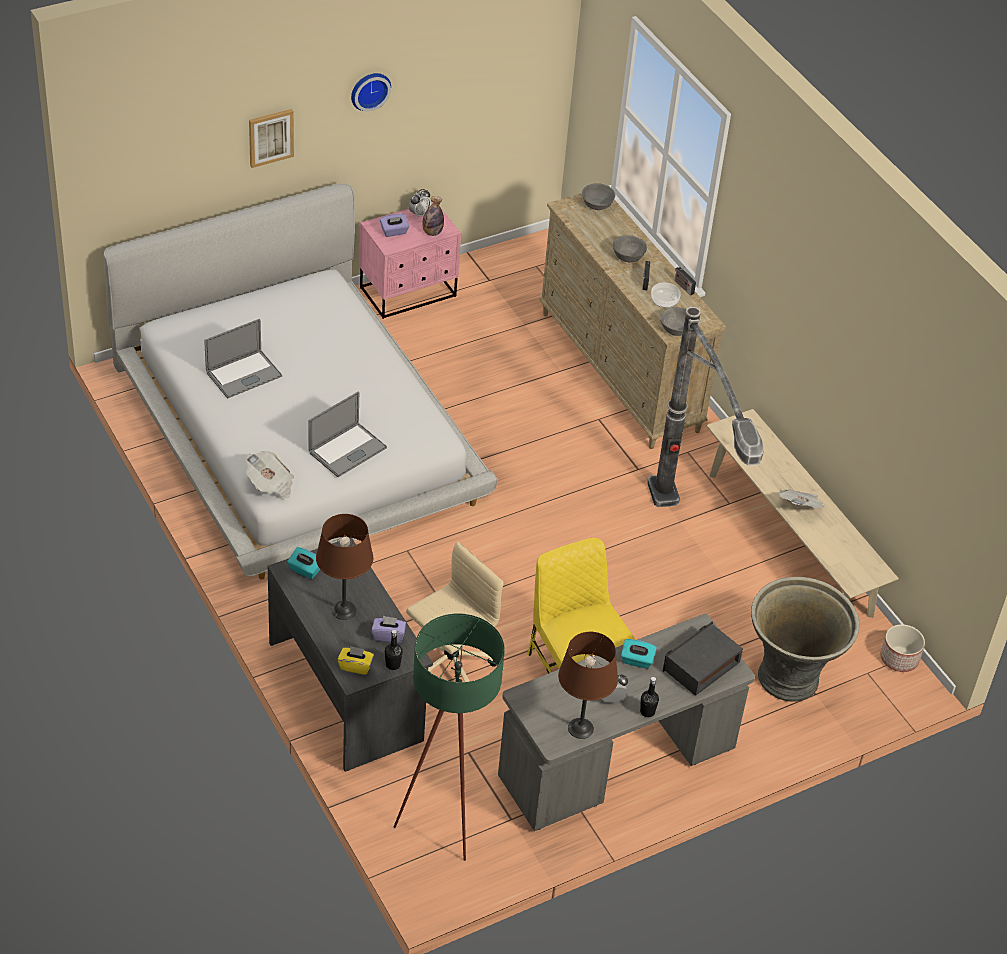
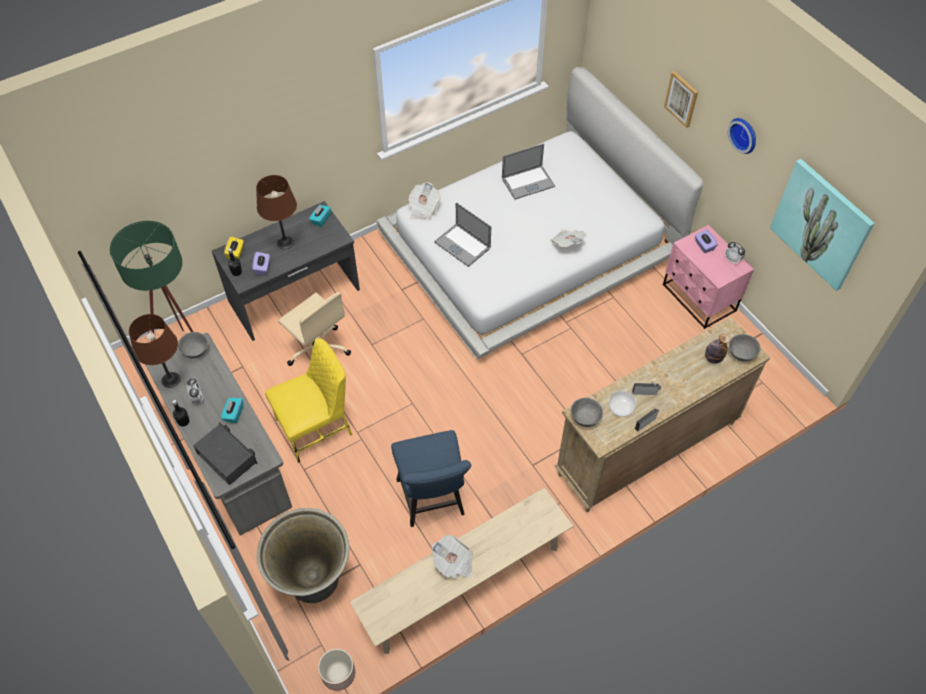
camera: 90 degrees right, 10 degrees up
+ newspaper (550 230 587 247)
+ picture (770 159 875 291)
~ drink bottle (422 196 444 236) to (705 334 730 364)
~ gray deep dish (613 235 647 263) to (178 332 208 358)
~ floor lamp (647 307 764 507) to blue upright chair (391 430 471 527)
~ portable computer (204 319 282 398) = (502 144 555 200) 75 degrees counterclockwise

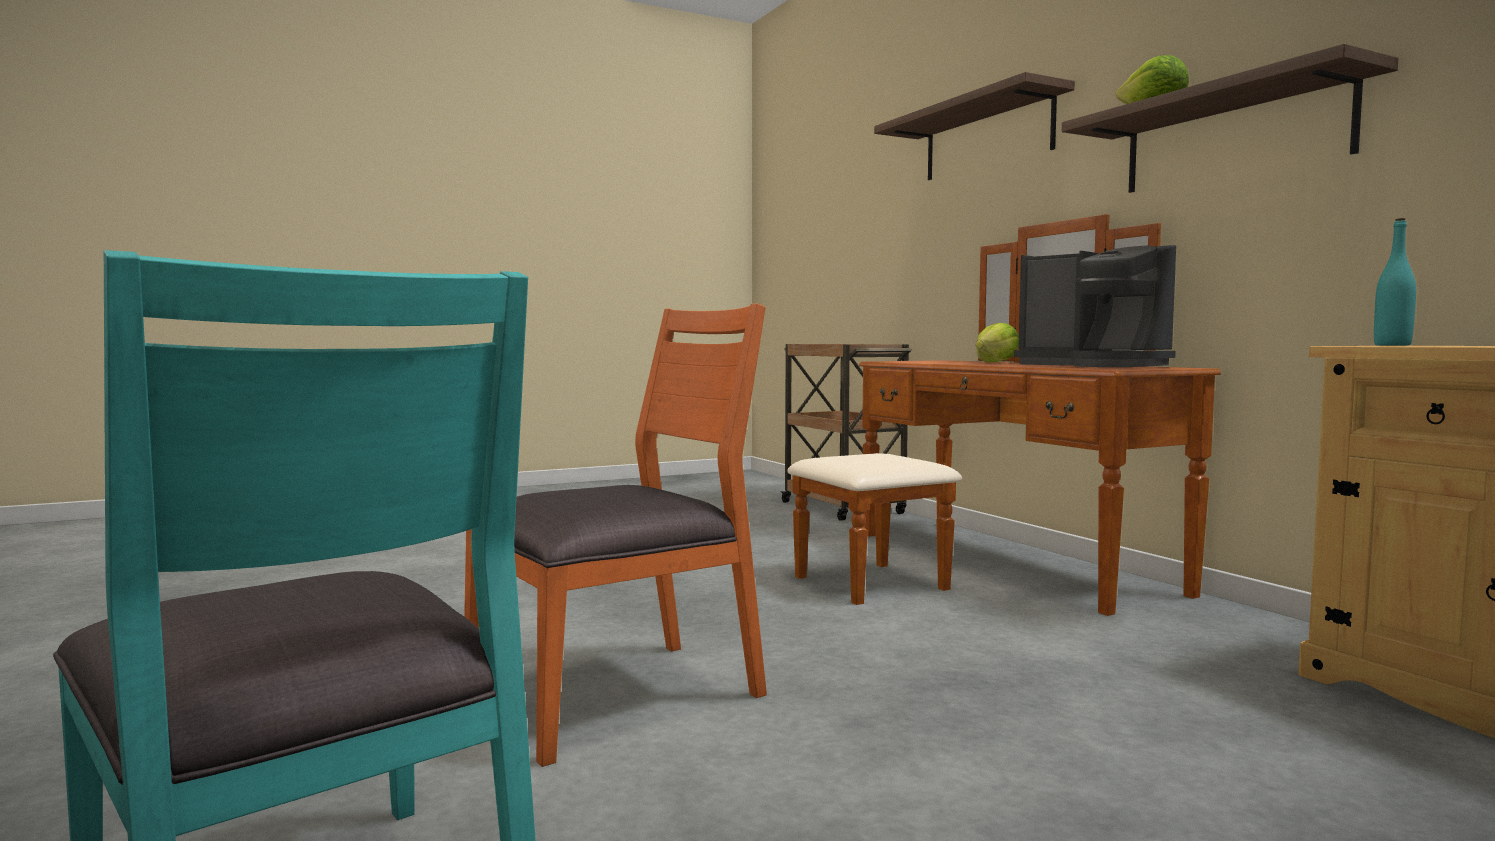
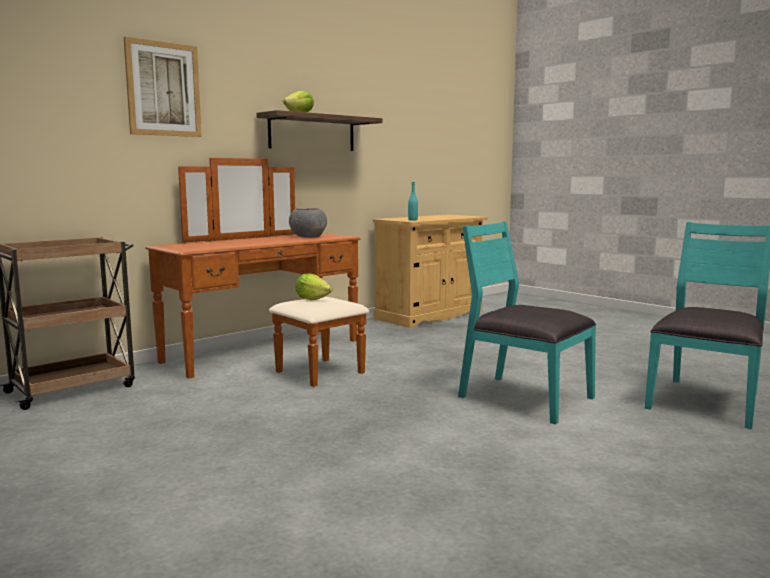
camera: 105 degrees left, 5 degrees up
~ lettuce head (976 323 1019 363) to (295 273 333 300)
~ bracket shelf (874 72 1075 180) to picture (124 37 202 137)
~ coffee machine (1014 245 1176 367) to gray deep dish (289 208 327 238)
~ orangey upright chair (464 304 767 767) to blue-green upright chair (458 221 596 424)

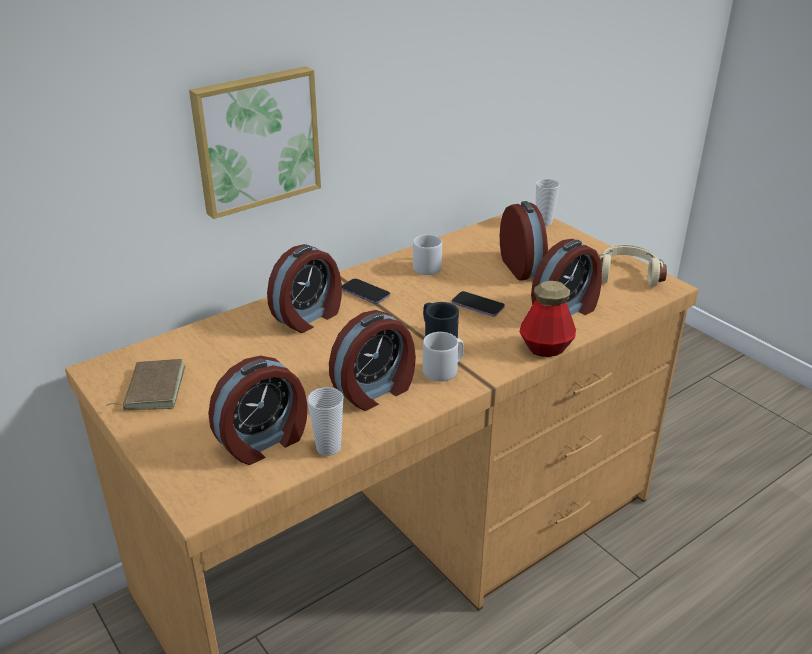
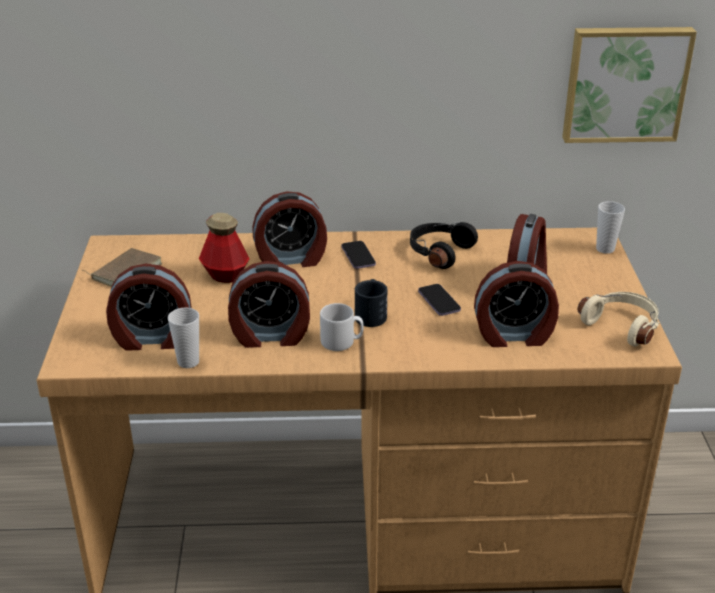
camera: 35 degrees right, 0 degrees up
~ picture (189 66 321 219) to (562 27 697 143)
~ drink bottle (519 281 576 357) to (199 213 250 283)
~ gray tea mug (413 235 442 275) to black headset (410 222 478 269)

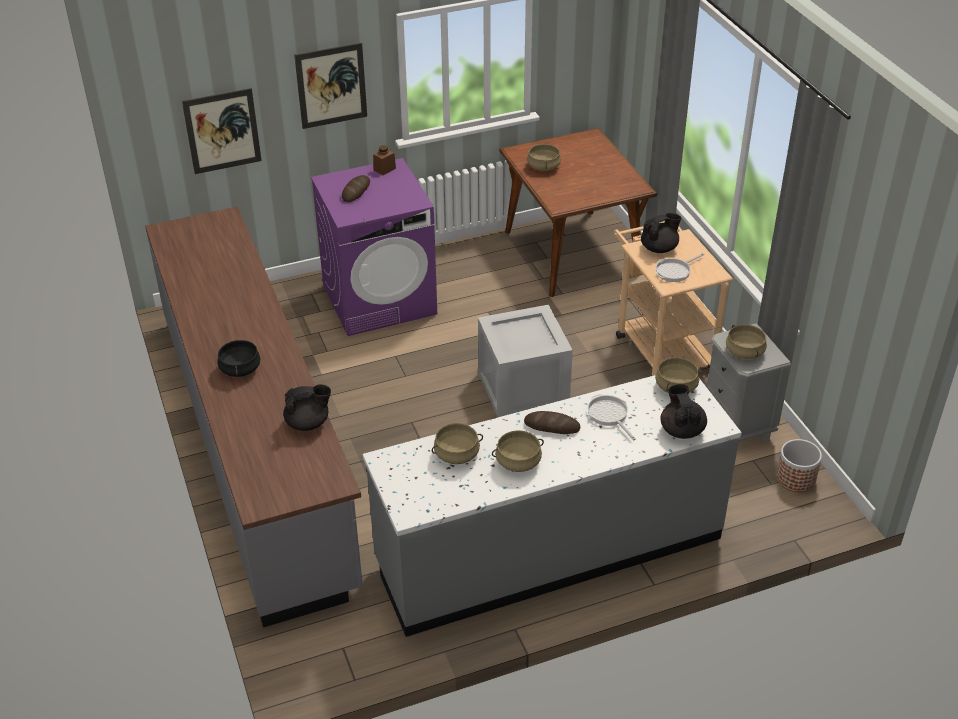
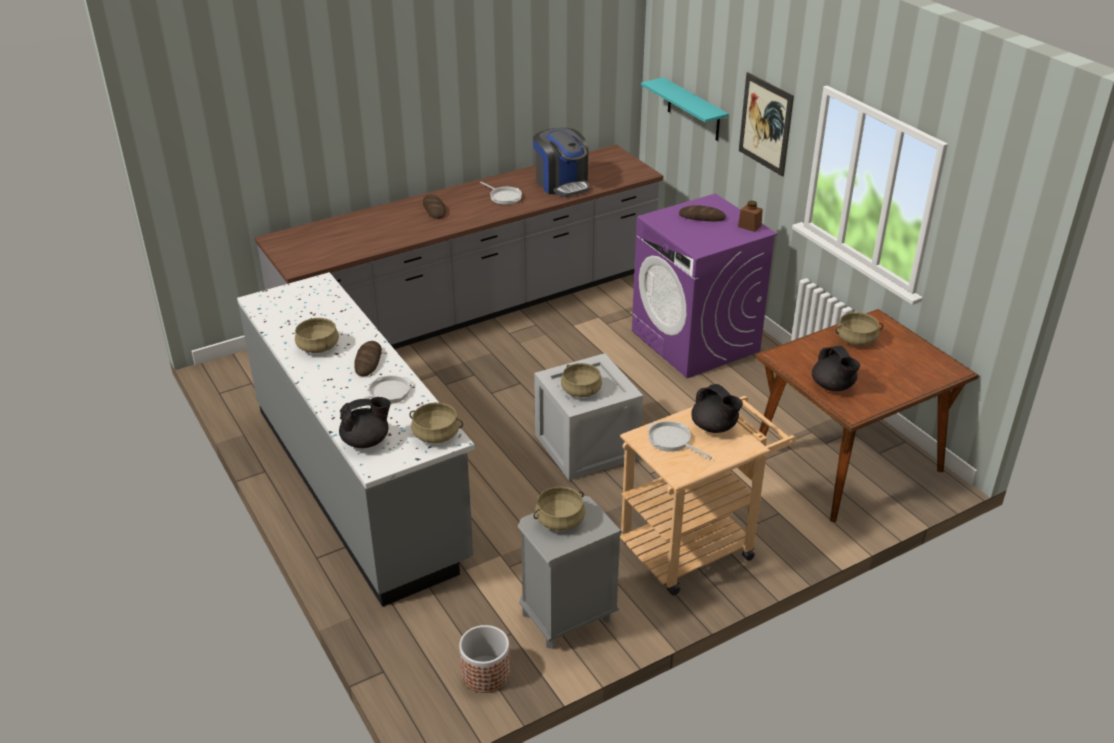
camera: 80 degrees right, 5 degrees down
+ skillet (480 182 522 205)
+ coffee machine (533 128 589 197)
~ black pot for tea (283 384 331 431) to (812 346 860 391)
~ sand-coloured stockpot (432 423 483 464) to (561 363 602 397)
~ picture (182 88 262 174) to blue-green bracket shelf (641 77 728 141)
~ black stockpot (217 339 261 377) to baked bread (423 195 446 219)

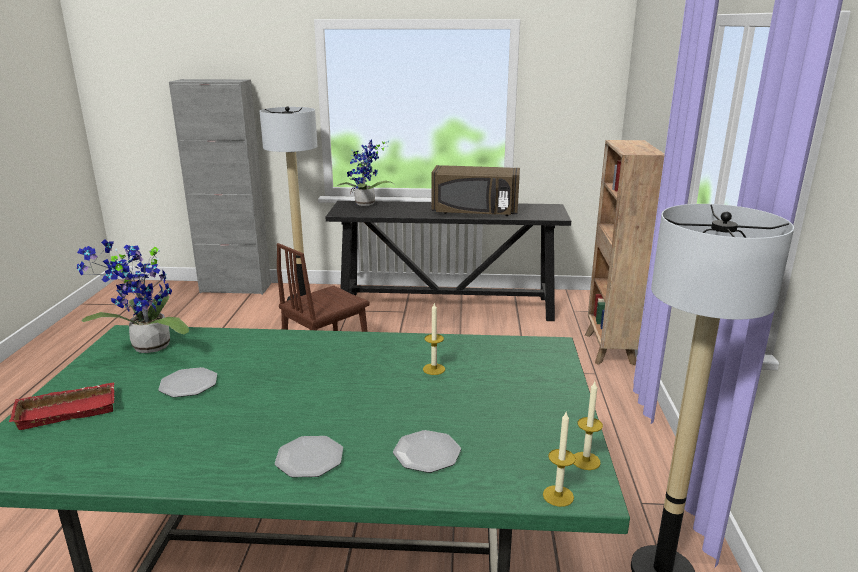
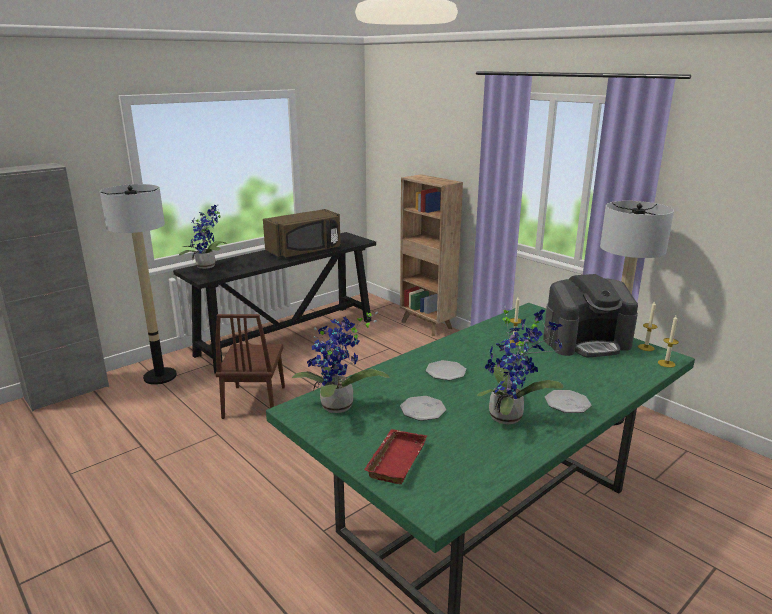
camera: 45 degrees left, 0 degrees up
+ plant in a pot (477 306 564 425)
+ coffee machine (543 274 638 357)
~ flat dish (393 430 461 473) to (426 360 467 380)

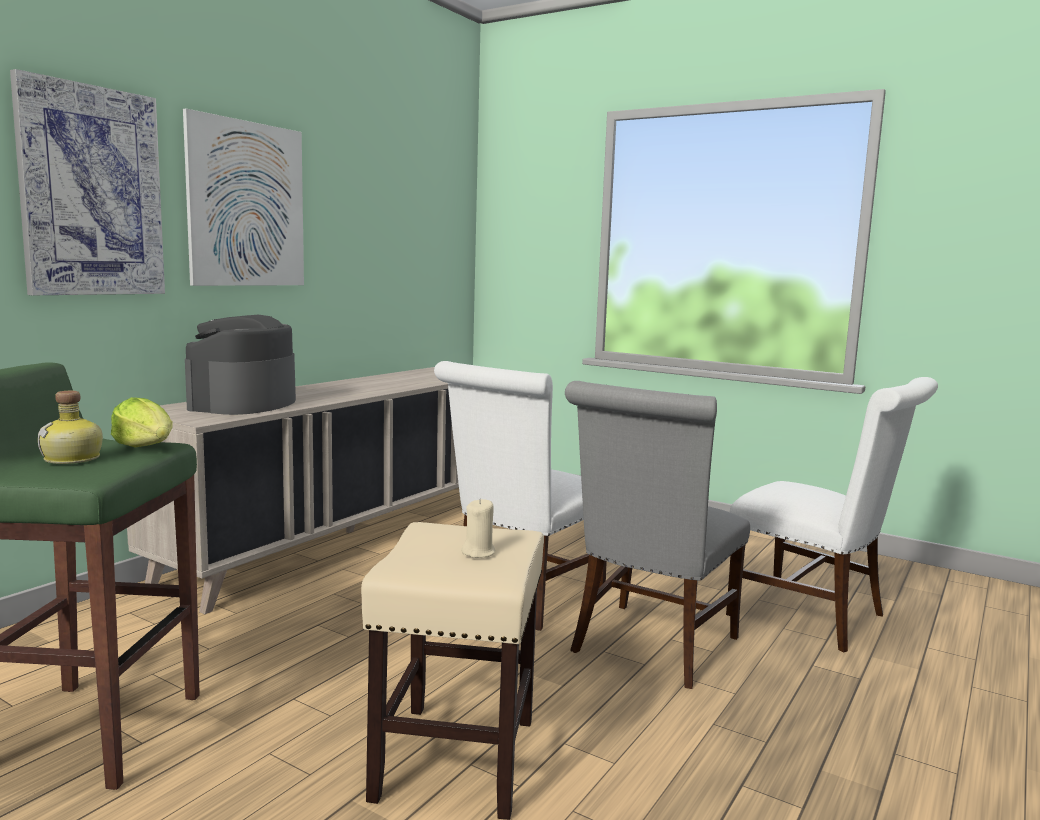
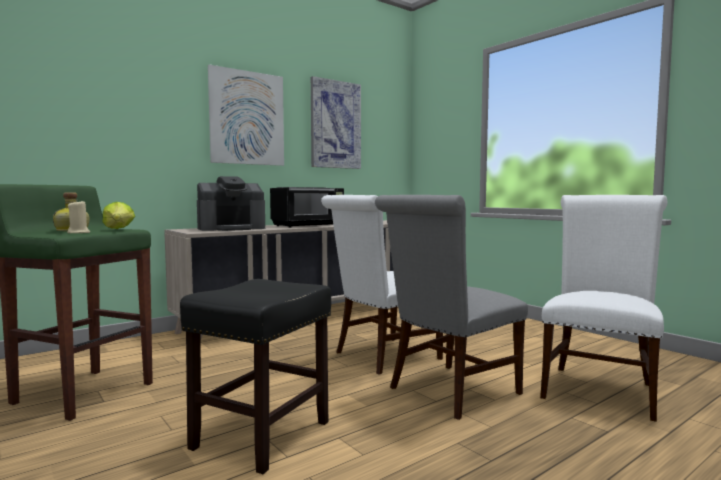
camera: 20 degrees right, 5 degrees down
+ black microwave oven (270 187 344 228)
~ picture (10 69 165 295) to (311 76 361 169)
~ sand-coloured wax light (461 498 495 558) to (67 200 90 233)
~ sand-coloured sitting stool (361 522 544 820) to black sitting stool (180 279 331 474)
~ coffee machine (185 315 296 415) = (197 176 265 231) 150 degrees counterclockwise
~ white-coloured upright chair (726 377 938 652) = (540 195 668 422) 120 degrees counterclockwise

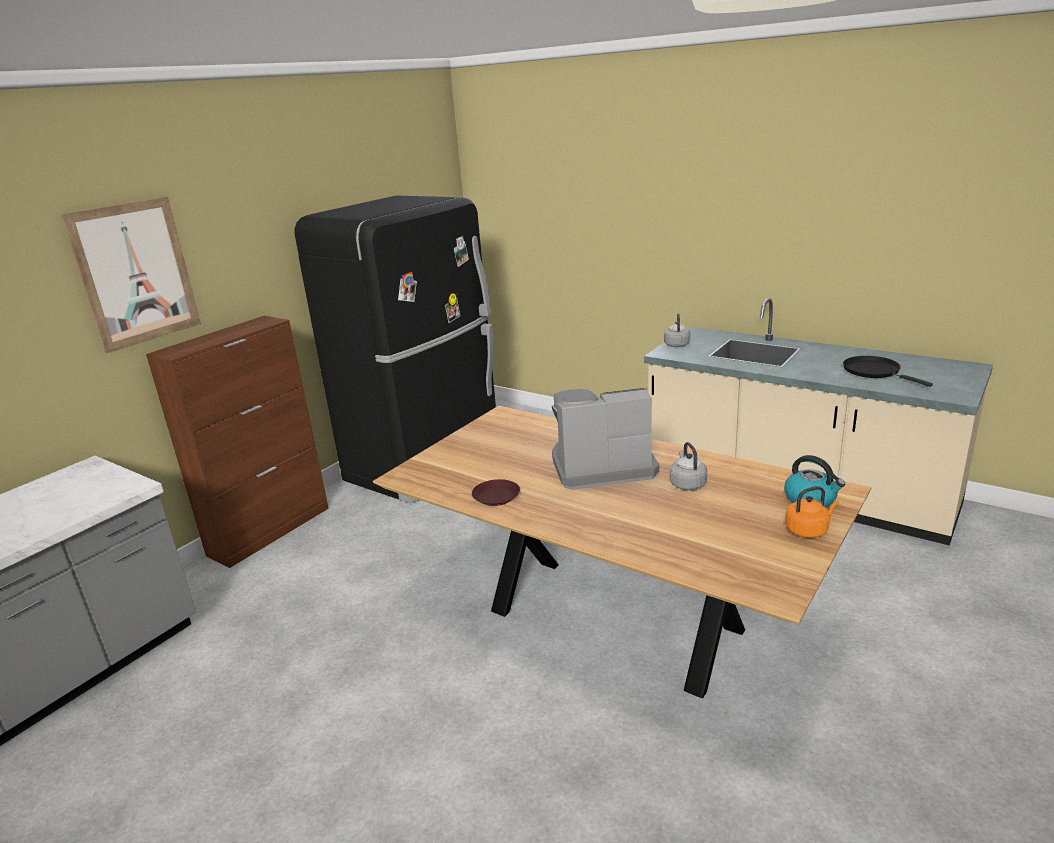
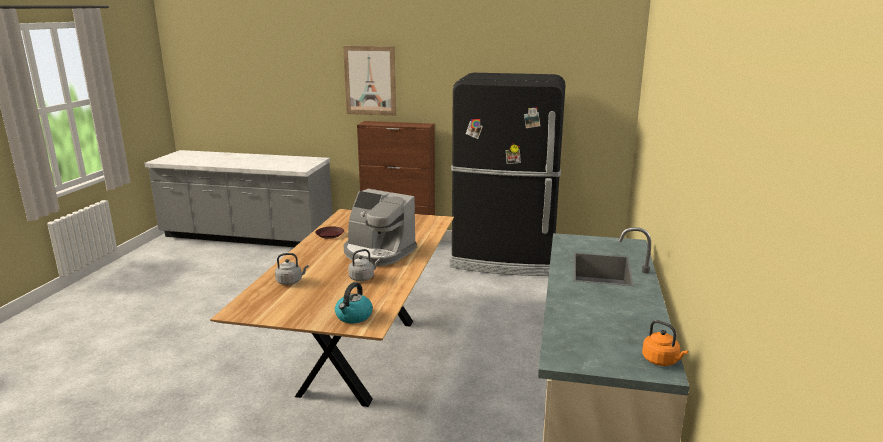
camera: 65 degrees right, 5 degrees down
- black skillet (843 356 933 387)
~ gray water kettle (664 314 690 347) to (275 253 309 285)
~ orangey water kettle (785 486 839 538) to (642 320 688 366)
~ coffee machine (552 388 659 490) = (344 189 417 266) 150 degrees clockwise

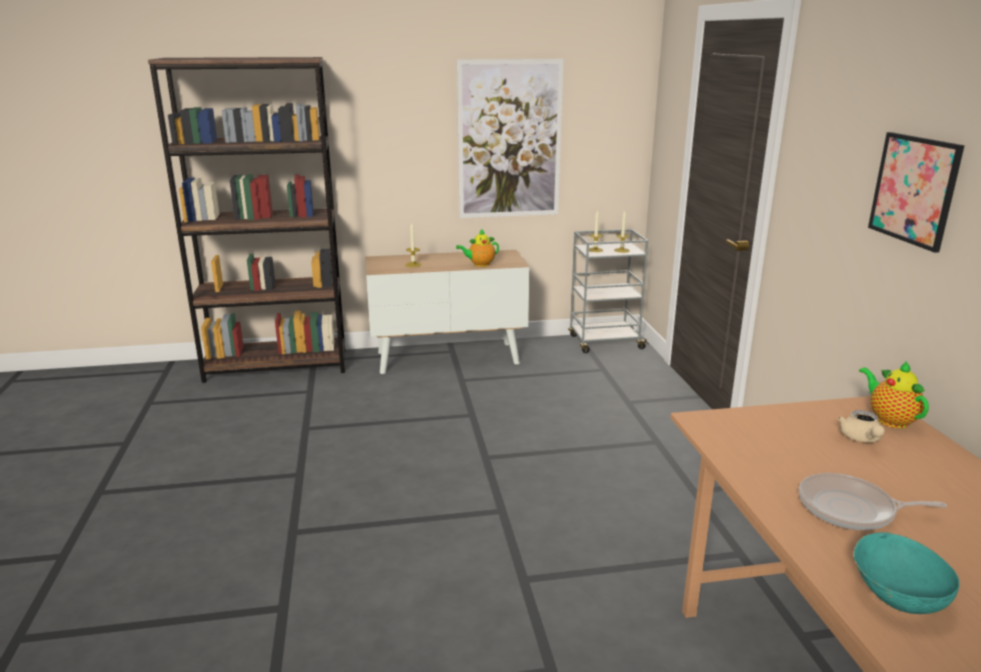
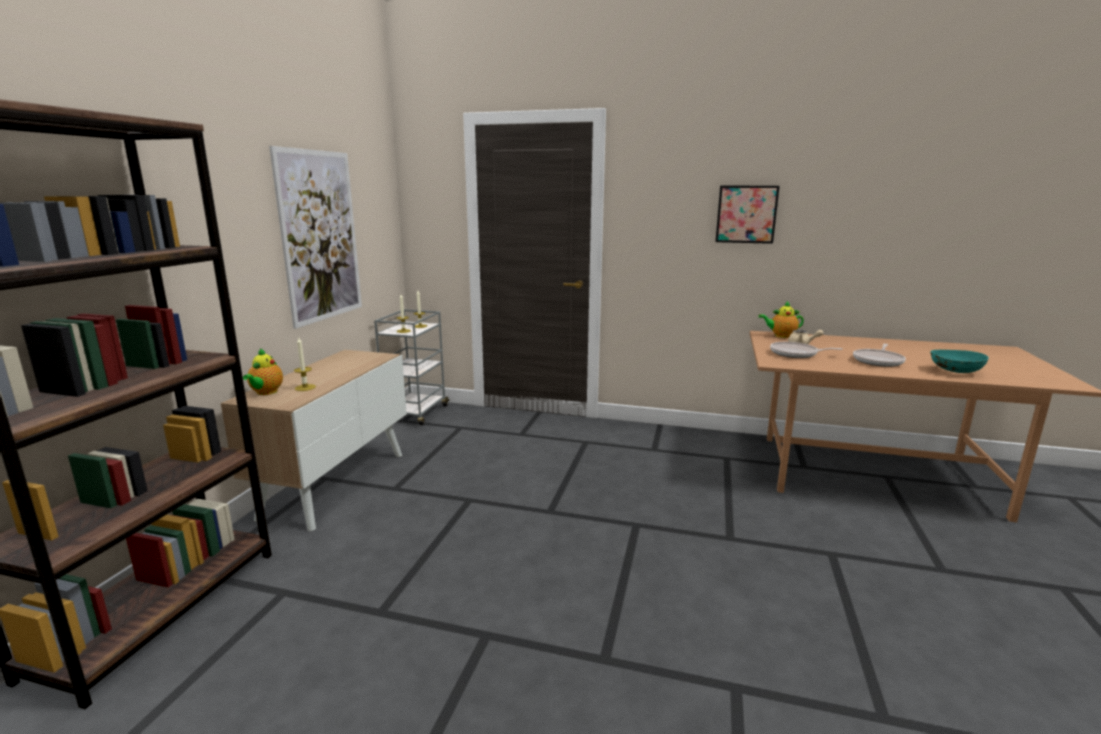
camera: 65 degrees left, 5 degrees down
+ skillet (770 342 843 358)
~ pot for tea (456 229 499 267) to (243 348 283 395)

